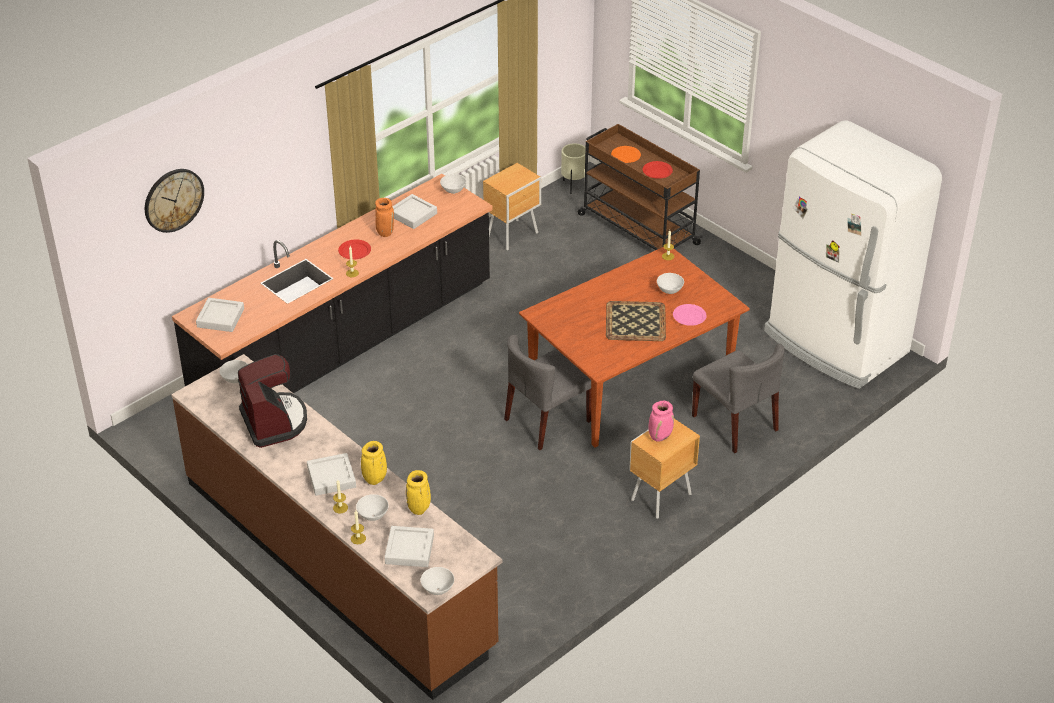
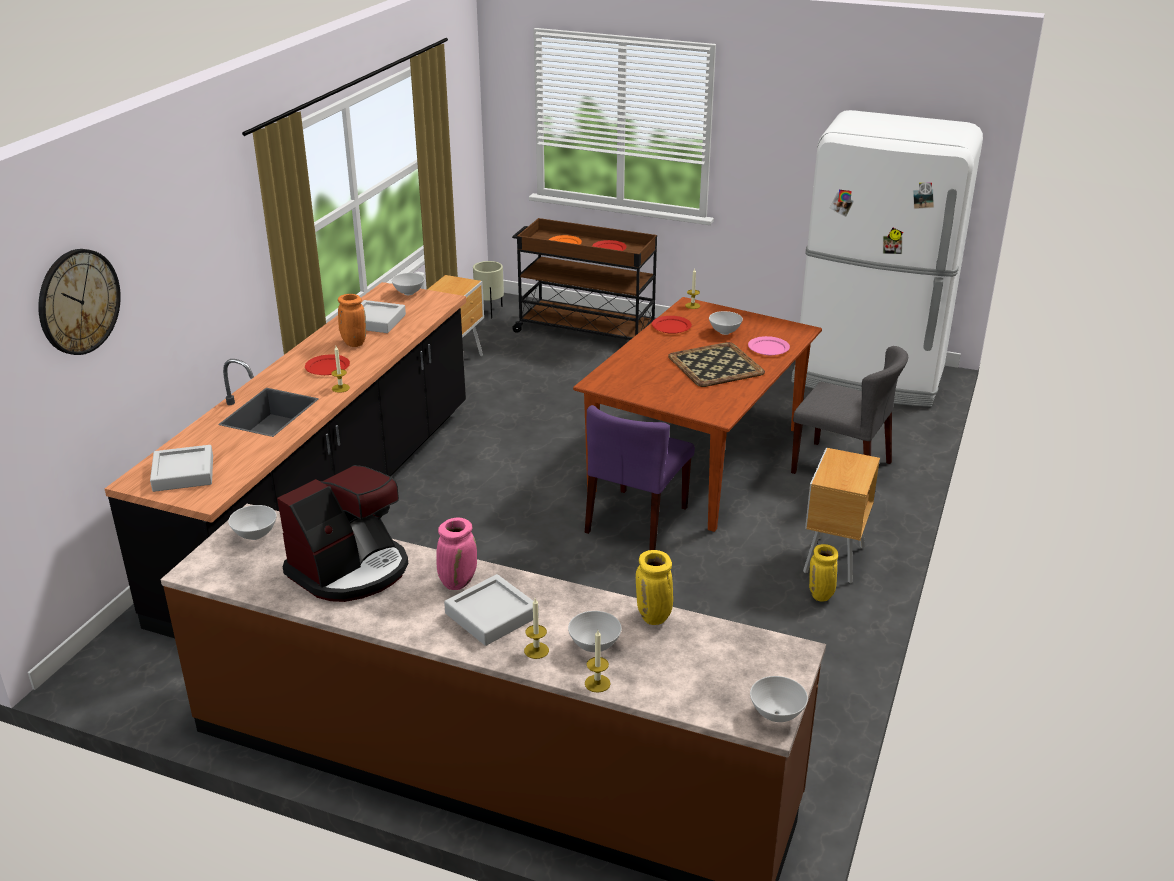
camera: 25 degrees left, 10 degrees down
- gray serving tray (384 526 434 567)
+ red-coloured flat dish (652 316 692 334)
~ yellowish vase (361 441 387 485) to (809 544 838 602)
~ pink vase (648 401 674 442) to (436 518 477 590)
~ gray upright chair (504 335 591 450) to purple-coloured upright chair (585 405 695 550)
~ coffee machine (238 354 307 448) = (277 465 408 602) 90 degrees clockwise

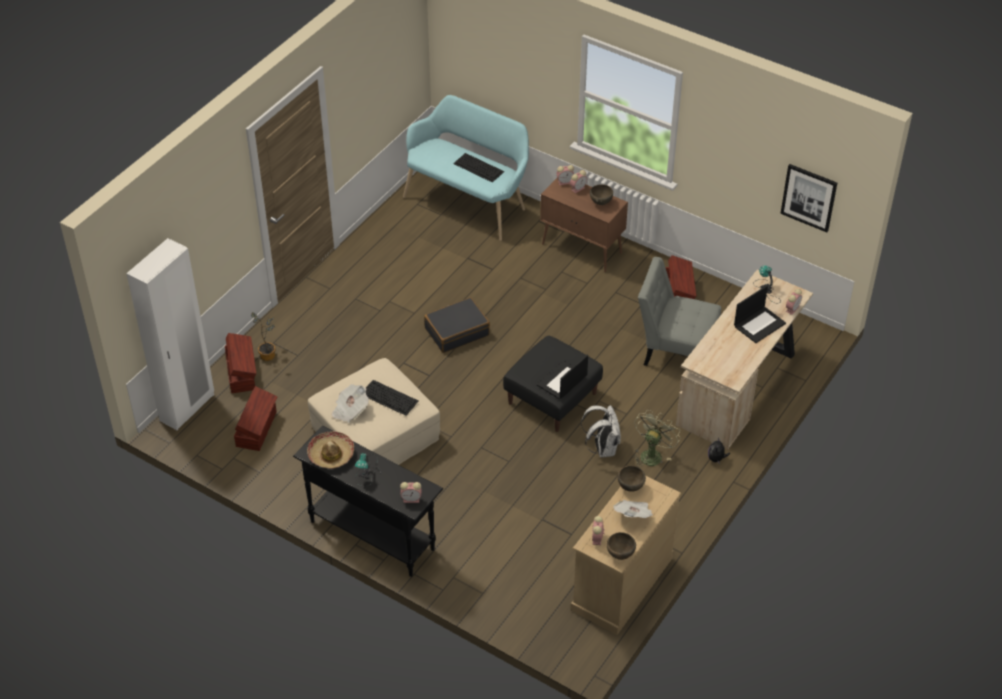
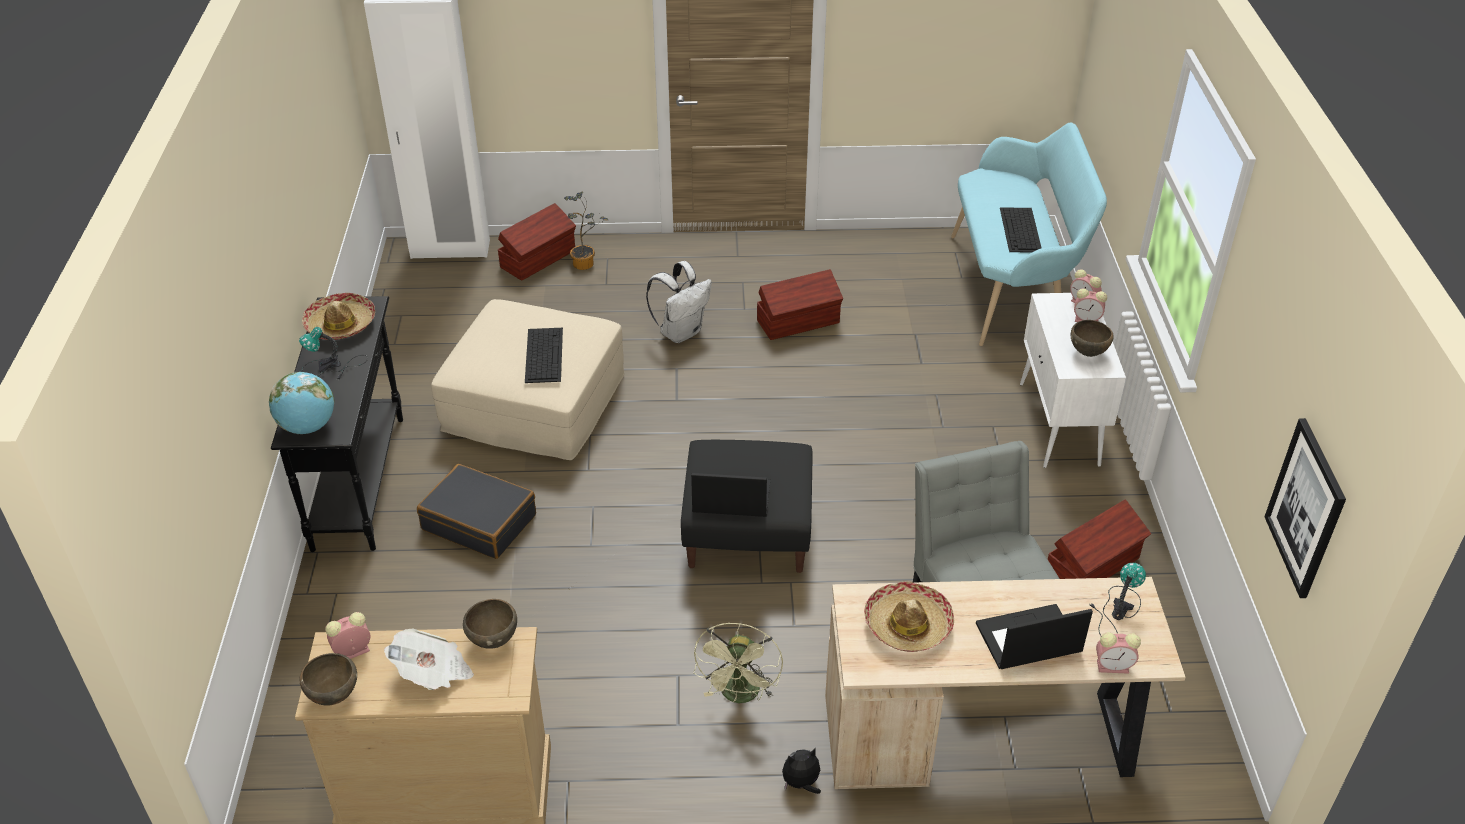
camera: 55 degrees right, 5 degrees down
- newspaper (331 384 369 423)
+ clothing hat (864 582 954 652)
~ brownish storage box (234 386 277 451) to (757 269 843 340)
~ black piece of luggage (424 297 490 353) to (417 464 536 559)
~ white-coloured rucksack (581 405 621 457) to (646 261 712 343)
~ alarm clock (400 482 422 503) to globe (269 372 335 434)
~ brownish cupboard (540 178 628 272) to white-coloured cupboard (1020 293 1126 468)
~ green-coloured cooling fan (633 410 681 468) = (693 623 783 703) 105 degrees clockwise
~ portable computer (734 285 786 343) = (976 604 1093 669) 150 degrees clockwise

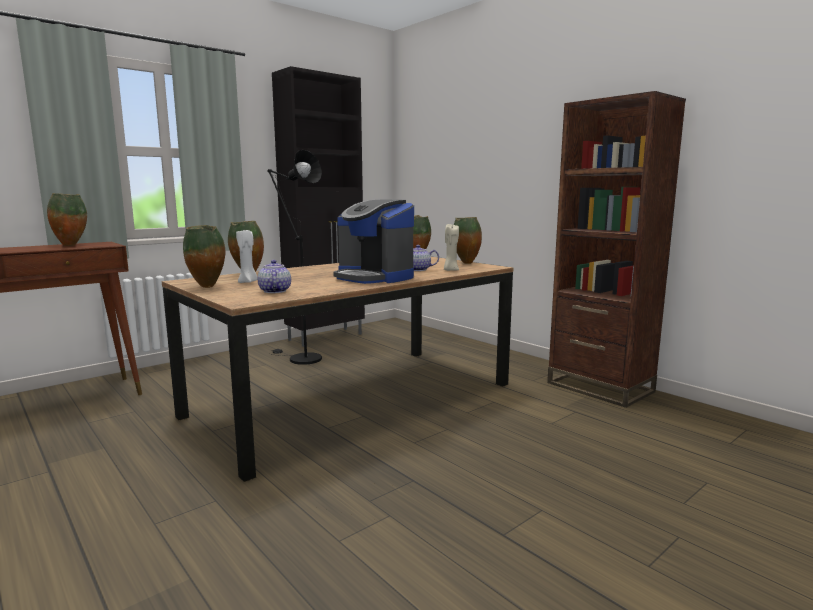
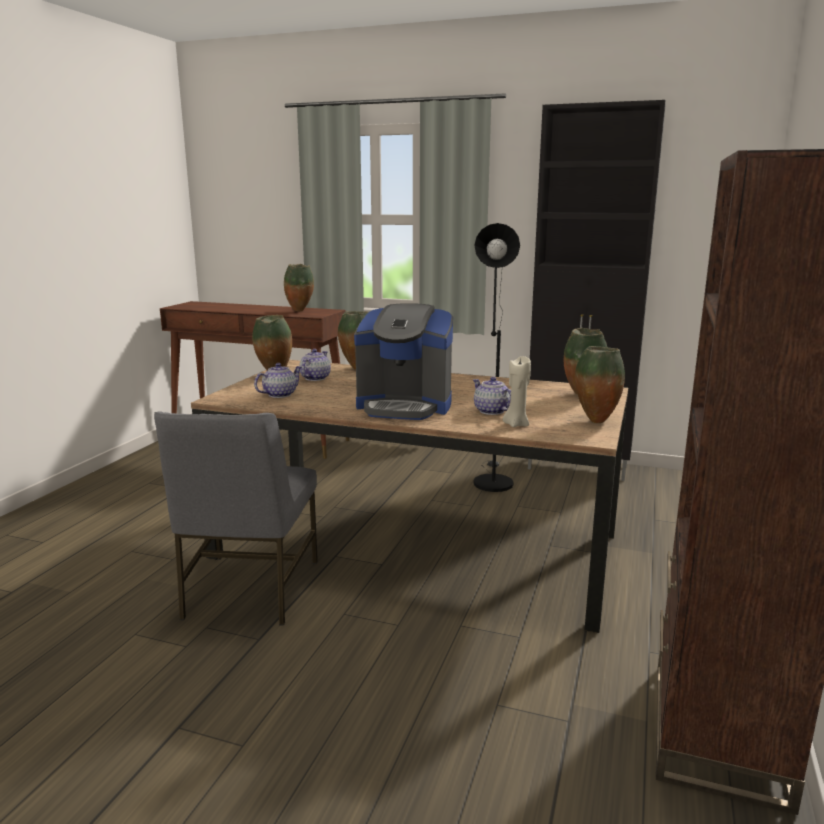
camera: 60 degrees right, 5 degrees up
+ gray upright chair (154 411 318 626)
~ white-coloured wax light (236 230 258 283) to pot for tea (299 349 331 381)
~ coffee machine (333 200 414 284) = (354 303 453 420) 90 degrees counterclockwise

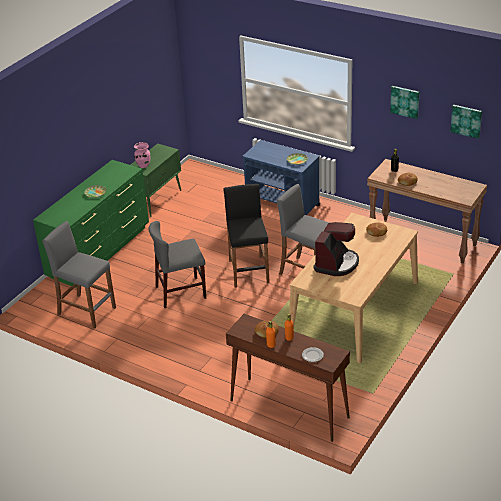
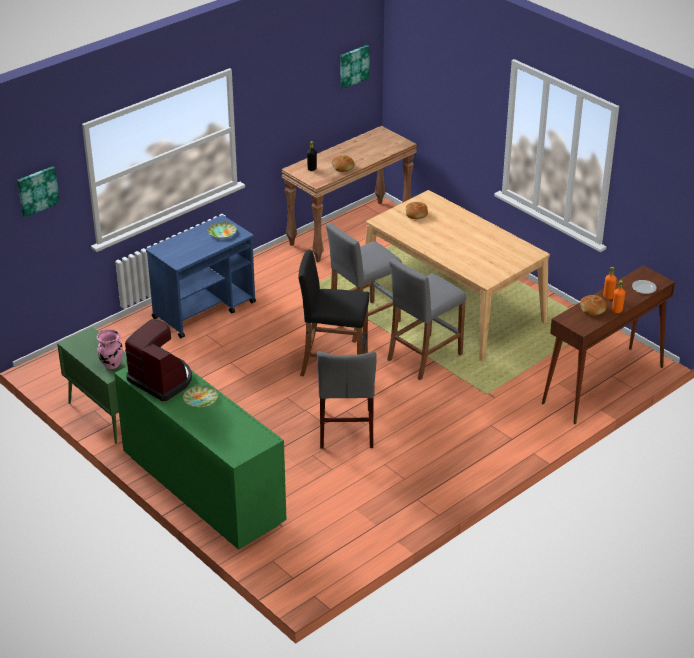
camera: 75 degrees left, 0 degrees up
~ gray sitting stool (43 221 116 329) to (387 258 466 380)
~ coffee machine (313 222 359 276) to (125 319 192 401)
~ picture (390 86 420 119) to (17 166 60 217)

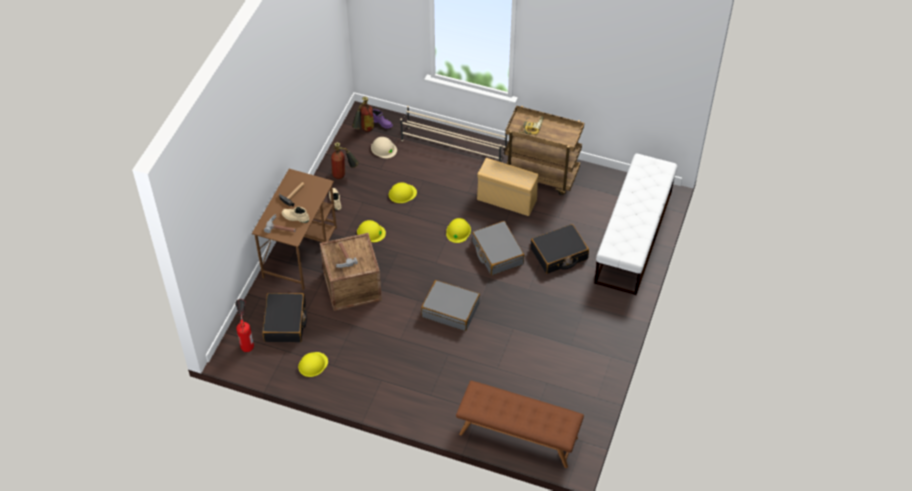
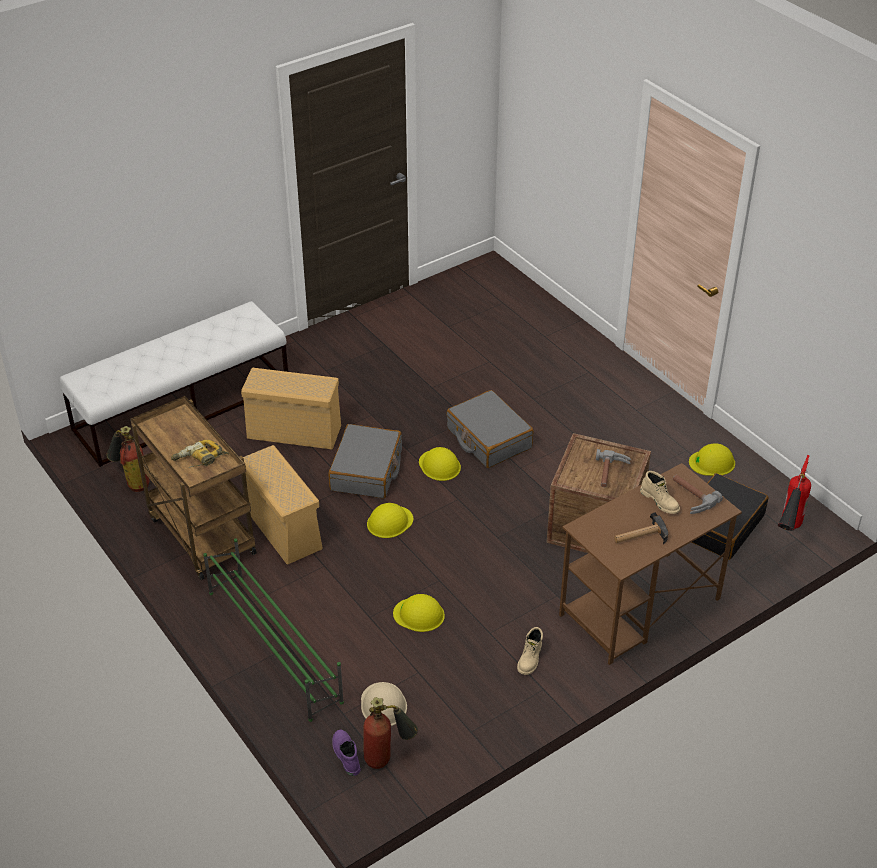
camera: 145 degrees left, 10 degrees down
- brownish bench (456 380 584 468)
~ fire-fighting cylinder (331 142 359 179) to (106 426 149 492)
~ yellowish work helmet (357 220 386 242) to (419 447 461 481)
~ black piece of luggage (531 224 589 274) to sand-coloured storage box (241 368 341 449)
~ sand-coloured shoe shelf (400 106 507 162) to green-coloured shoe shelf (203 539 344 722)

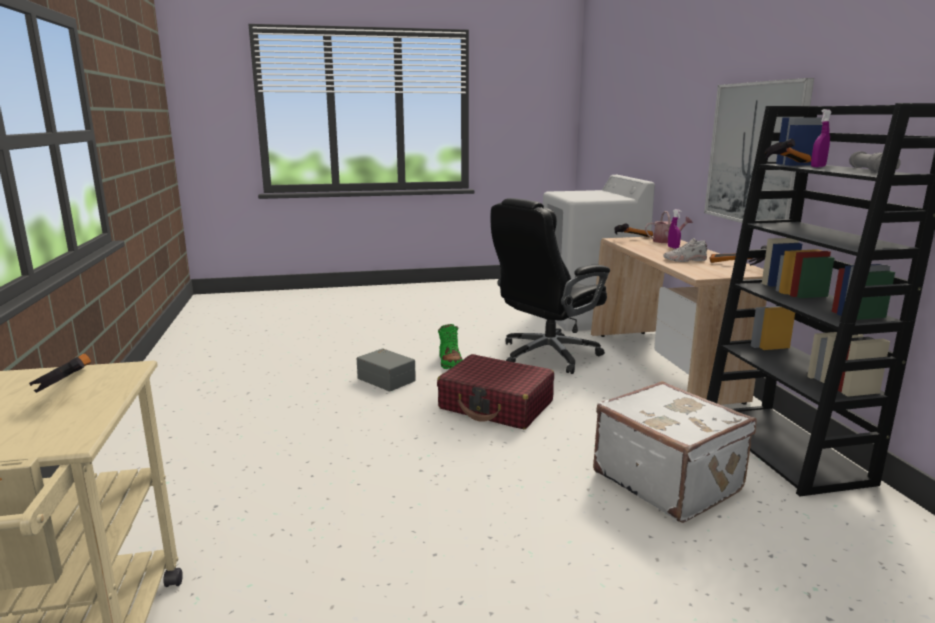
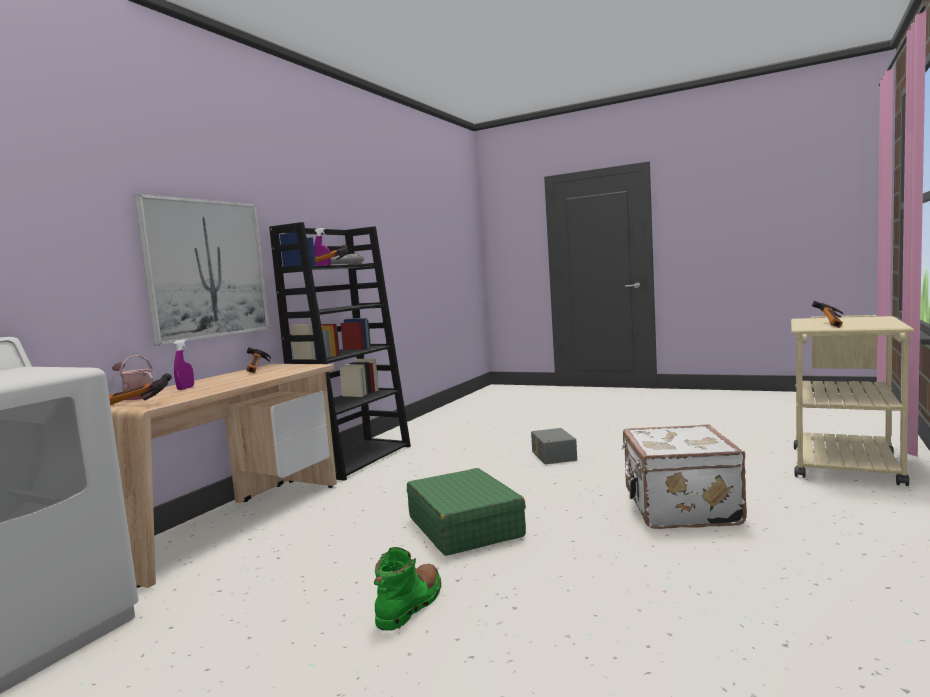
camera: 140 degrees left, 10 degrees down
- black computer chair (491 198 610 374)
- white-coloured low shoe (663 238 707 262)
~ gray storage box (357 348 416 391) to (531 428 577 464)
~ white-coloured piece of luggage (593 381 757 523) to (622 425 747 529)
~ red-coloured piece of luggage (437 354 554 429) to green-coloured piece of luggage (407 468 526 556)

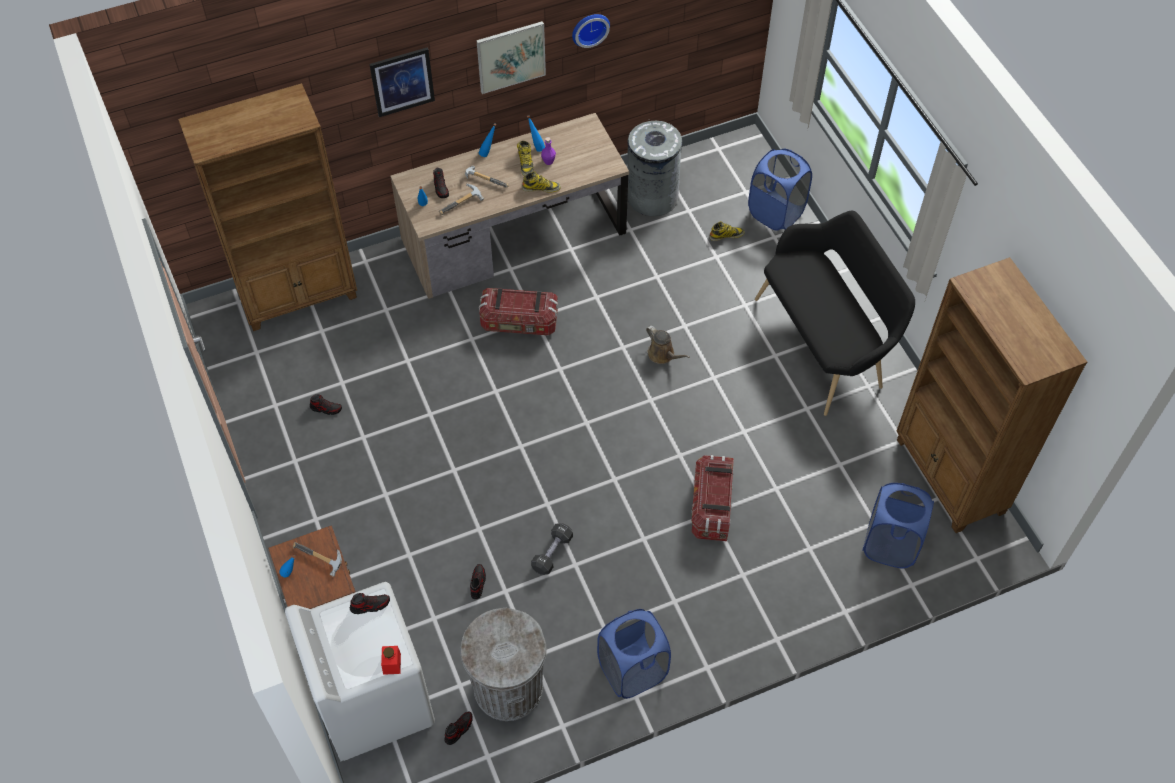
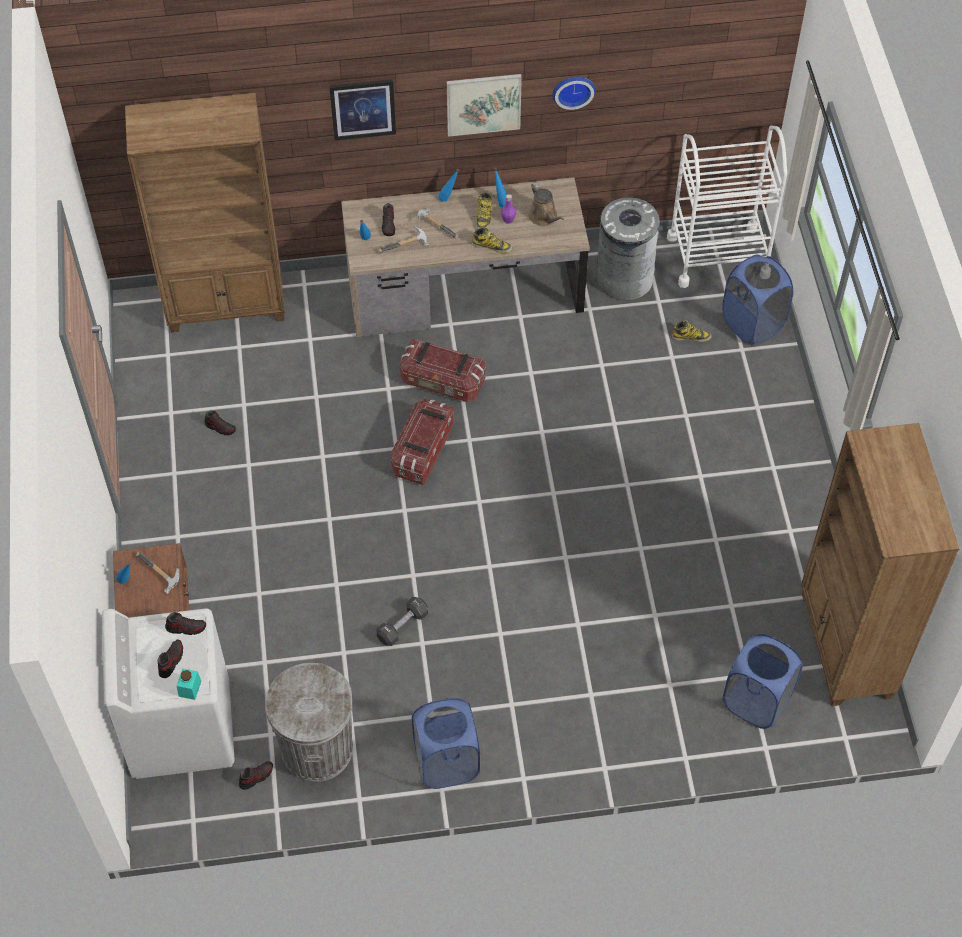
camera: 15 degrees right, 0 degrees up
- black bench (755 210 915 416)
+ white-coloured cart (667 125 787 288)
~ low shoe (470 564 486 599) to (158 639 183 678)
~ brownish sprinkling can (646 325 690 364) to (529 182 564 226)
~ storage box (691 455 734 541) to (390 399 454 485)
~ red-coloured storage jar (381 646 401 675) to blue-green storage jar (177 668 201 700)

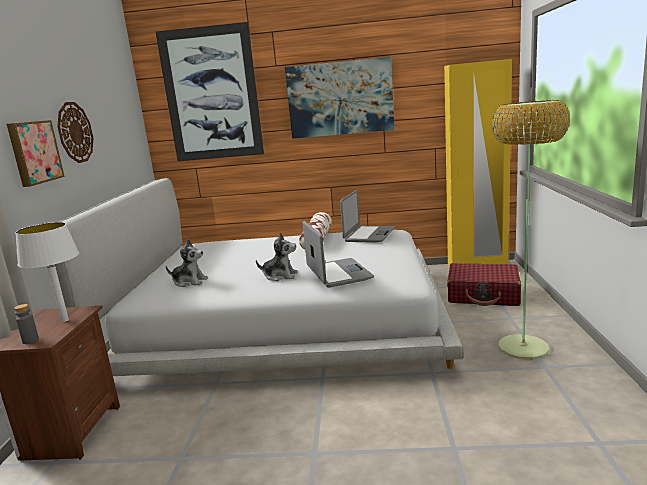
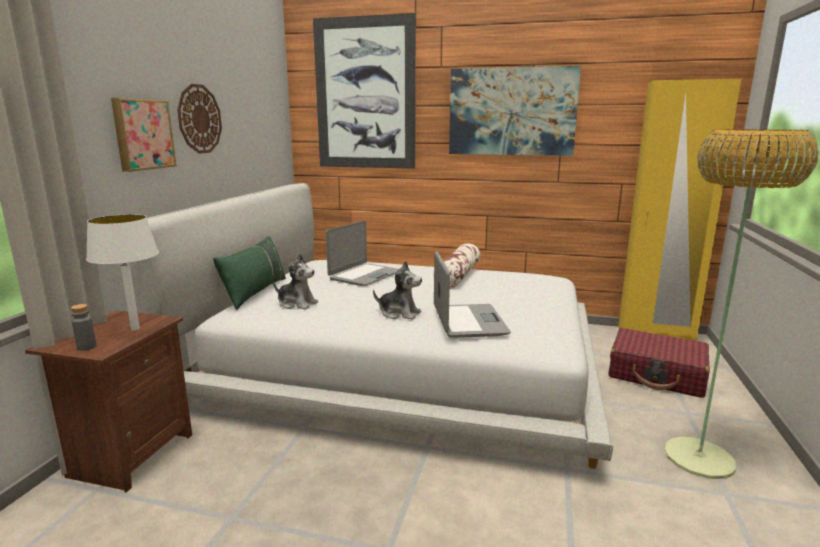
camera: 10 degrees right, 0 degrees up
+ green-coloured throw pillow (213 236 286 310)
~ portable computer (340 190 395 243) to (326 221 398 286)

